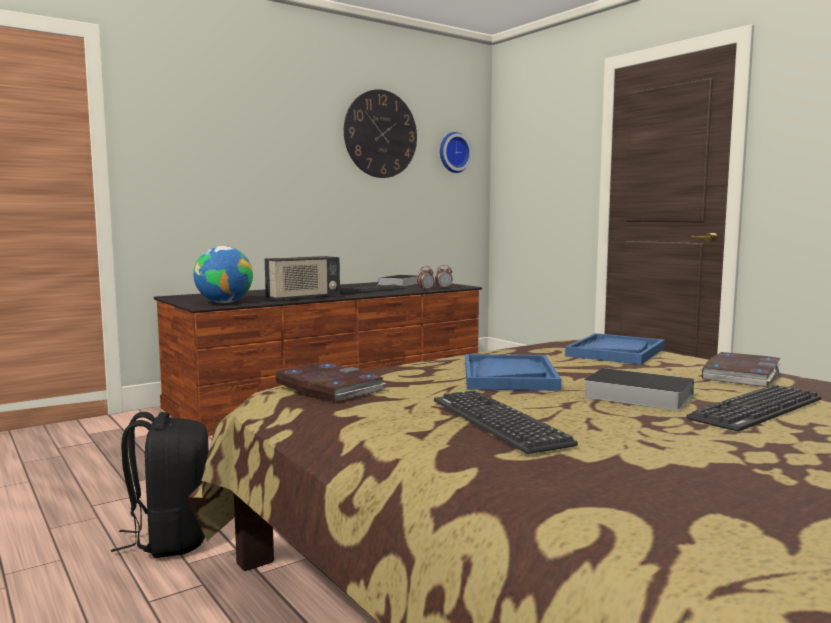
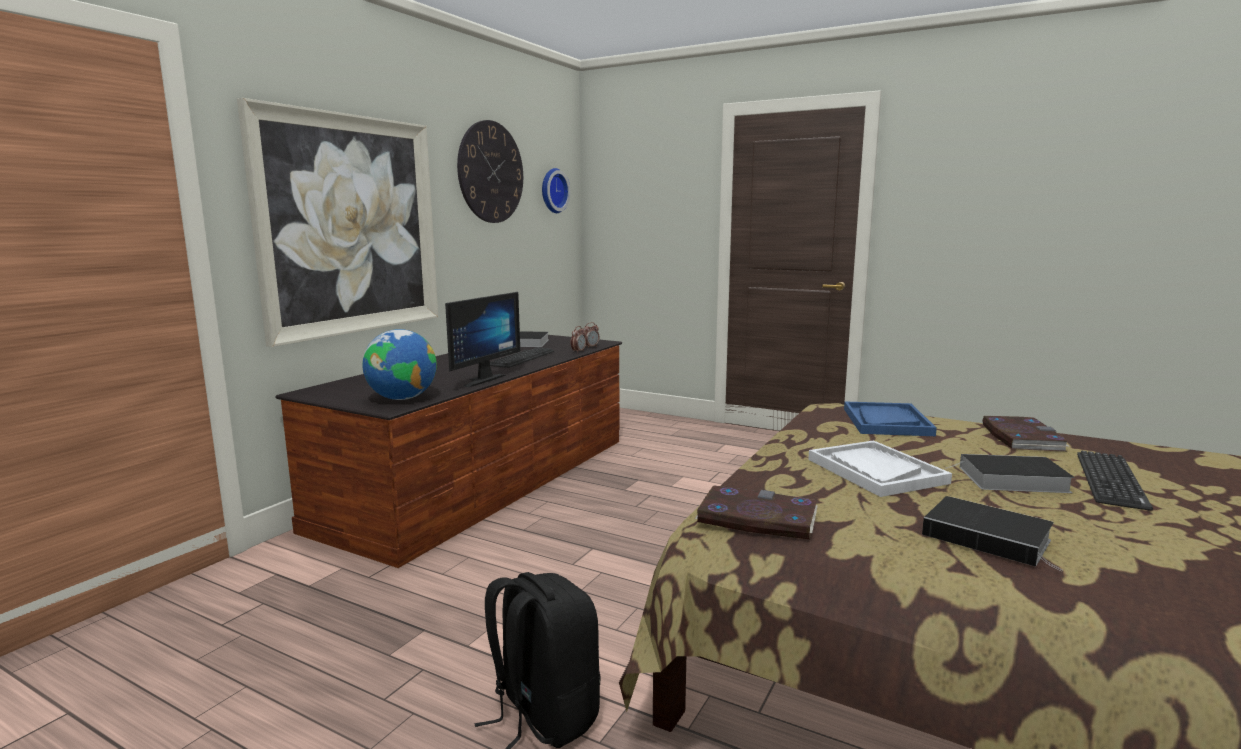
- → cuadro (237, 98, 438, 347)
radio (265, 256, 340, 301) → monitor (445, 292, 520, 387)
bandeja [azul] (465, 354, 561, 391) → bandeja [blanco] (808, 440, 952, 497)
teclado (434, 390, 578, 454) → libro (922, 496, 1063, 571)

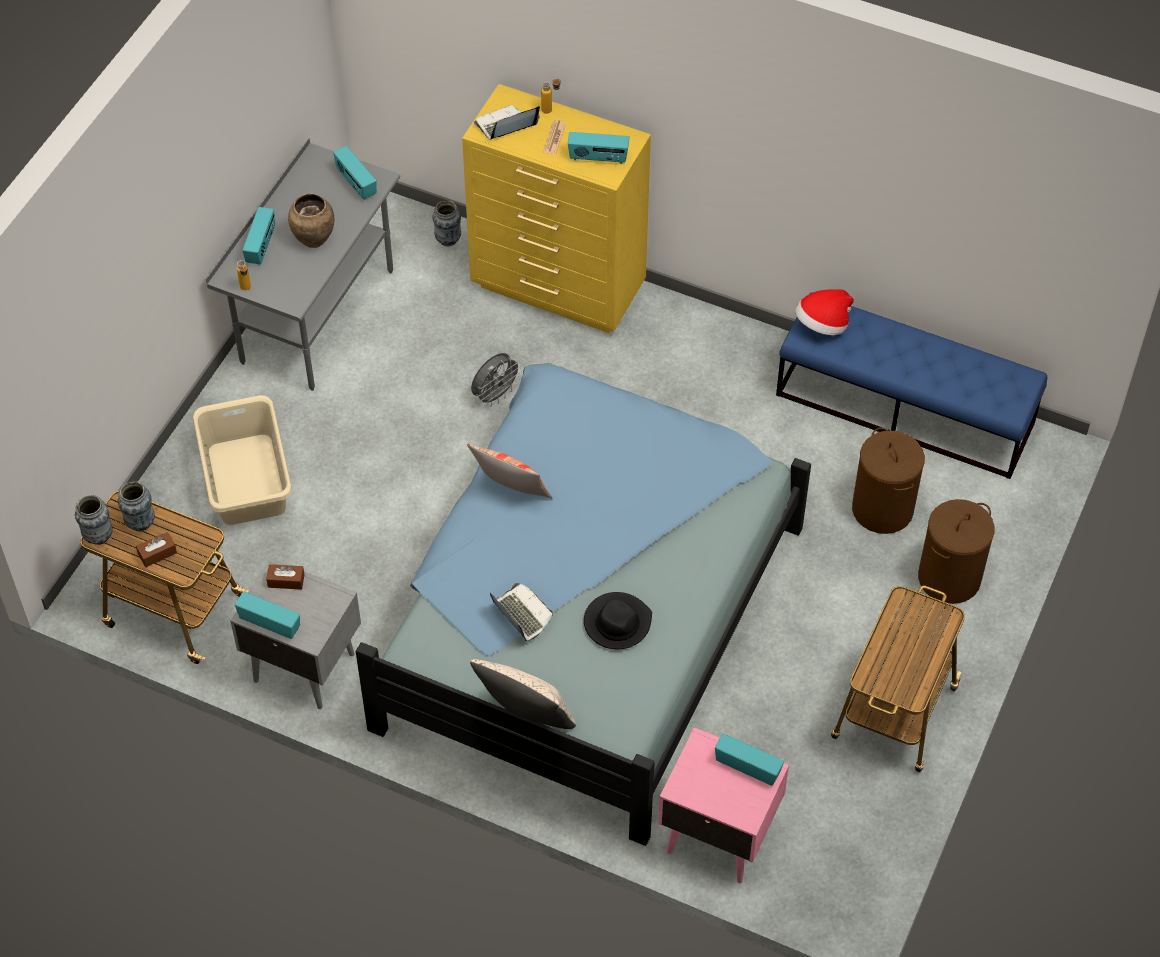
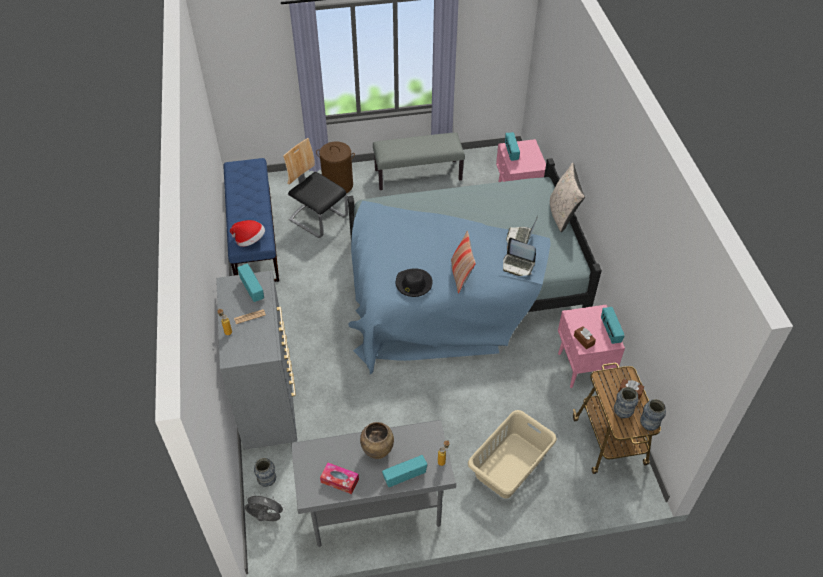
cómoda [amarillo] (462, 84, 651, 333) → cómoda [gris] (216, 271, 297, 450)
ventilador [gris] (471, 353, 522, 406) → ventilador [gris] (245, 493, 286, 521), relocated
cesto de la ropa [marrón] (852, 427, 925, 534) → silla (283, 138, 348, 238)
- → caja de pañuelos (320, 463, 359, 494)
carrito (831, 585, 965, 772) → banco [gris] (373, 132, 465, 190)
sombrero [negro] (584, 592, 652, 649) → sombrero [negro] (396, 268, 433, 297), relocated
portátil (474, 105, 540, 140) → portátil (503, 238, 536, 276), relocated
mesita de noche [gris] (230, 559, 361, 709) → mesita de noche [rosa] (558, 305, 625, 388)
radio (333, 146, 377, 200) → -

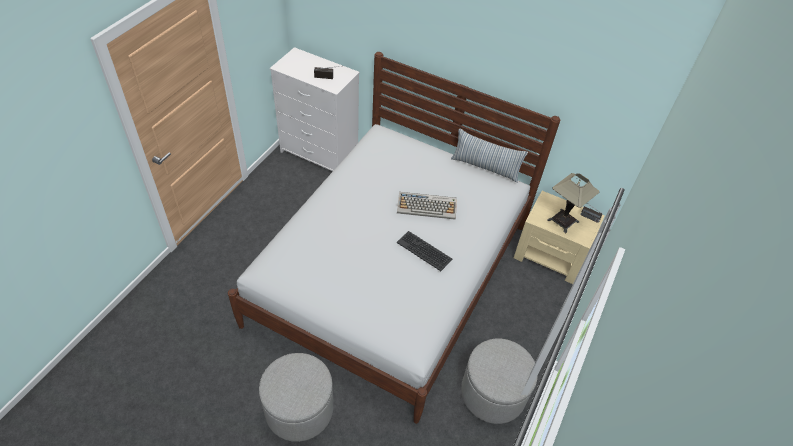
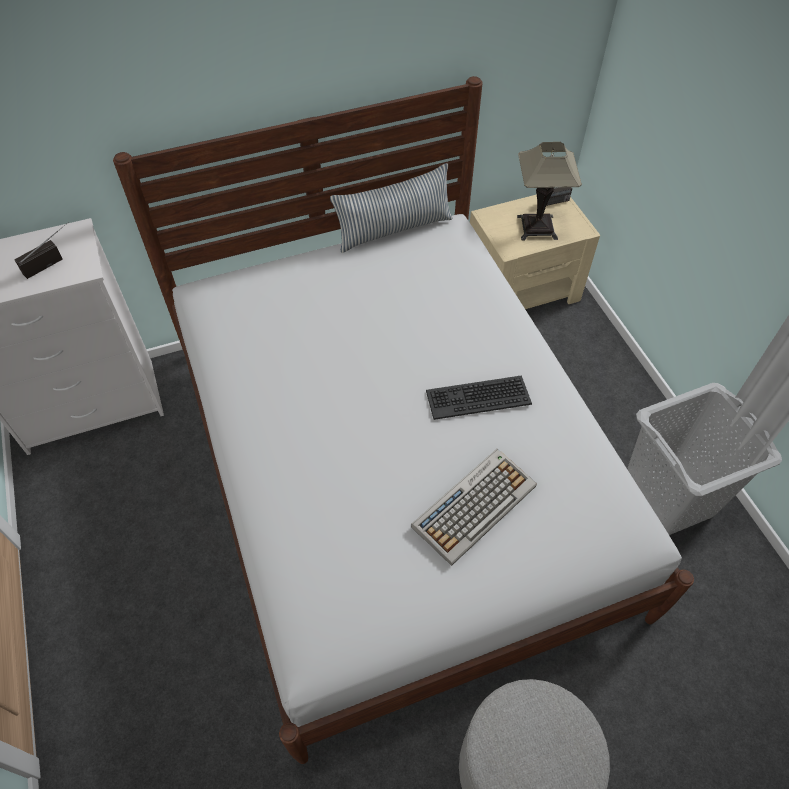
teclado (397, 192, 457, 220) → teclado (411, 449, 537, 566), relocated
puf [gris] (461, 339, 538, 424) → cesto de la ropa [gris] (627, 383, 782, 535)

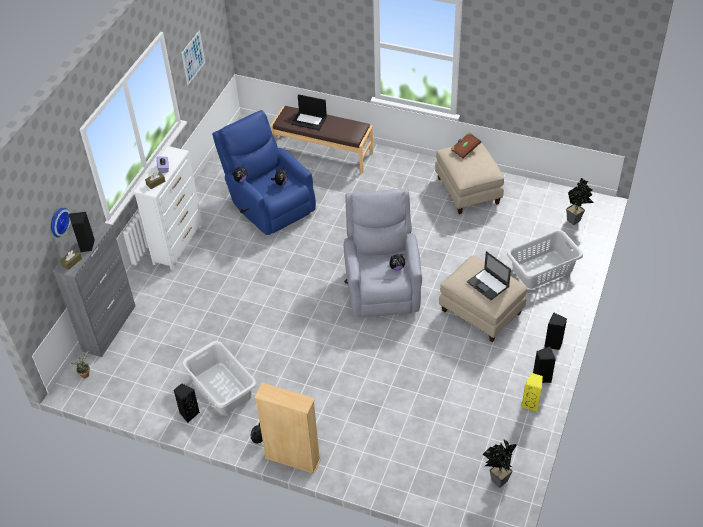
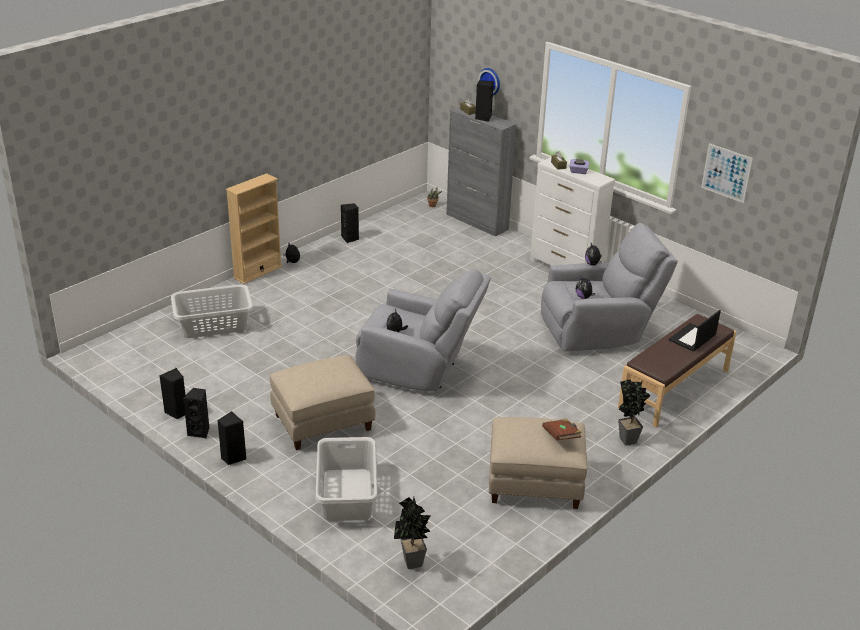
altavoz [amarillo] (521, 373, 543, 412) → altavoz [negro] (159, 368, 186, 419)
cesto de la ropa [gris] (182, 341, 257, 415) → cesto de la ropa [gris] (171, 285, 254, 338), relocated
sillón [azul] (212, 110, 316, 235) → sillón [gris] (541, 223, 678, 352)
planta en maceta (482, 439, 517, 488) → planta en maceta (618, 379, 651, 446), relocated
portátil (467, 251, 511, 300) → -

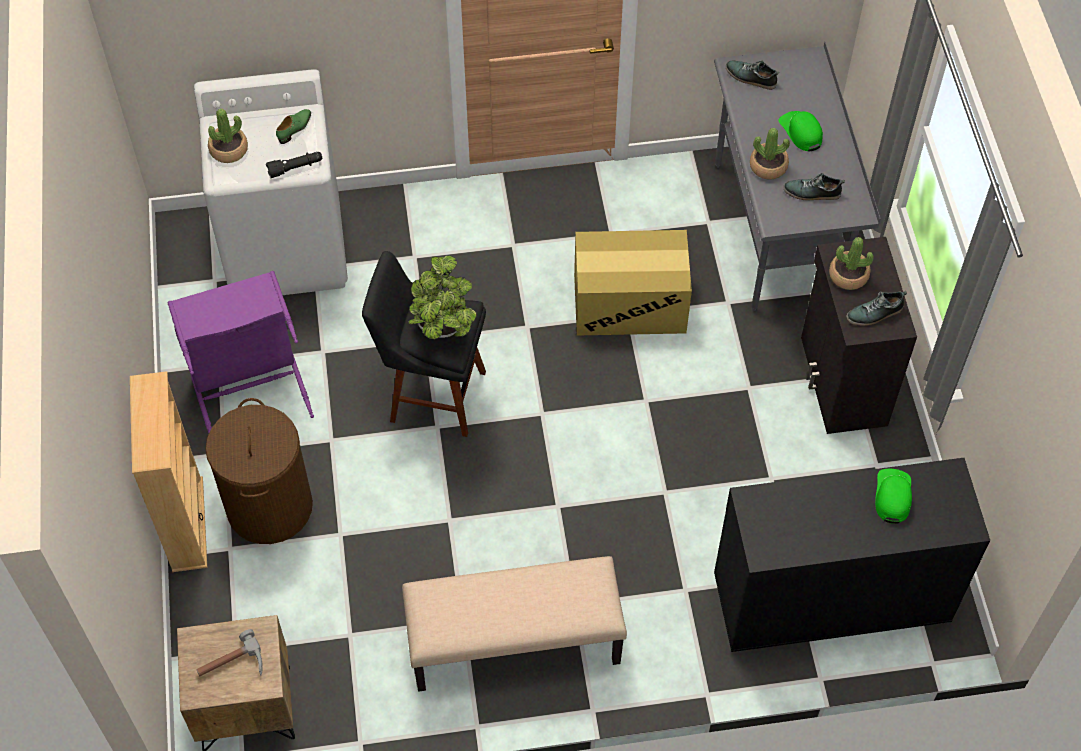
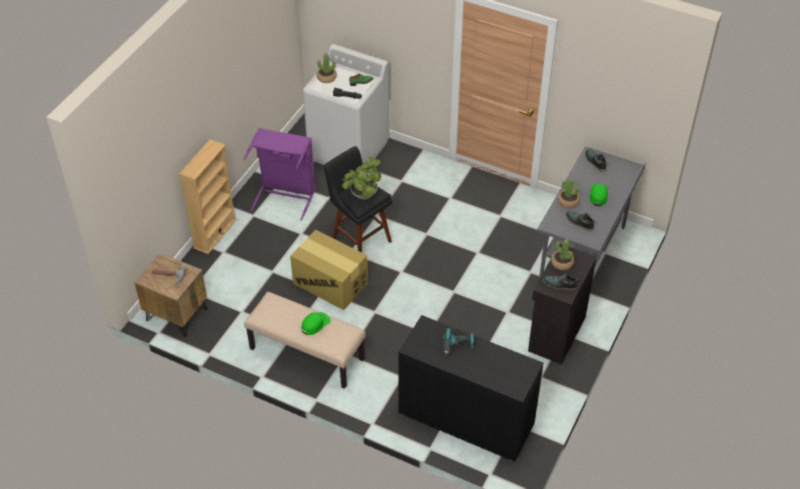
caja de cartón (574, 230, 692, 336) → caja de cartón (290, 230, 368, 310), relocated
gorra [verde] (875, 469, 912, 524) → gorra [verde] (302, 312, 331, 335), relocated
- → taladro (443, 328, 474, 355)
cesto de la ropa [marrón] (205, 398, 313, 544) → -

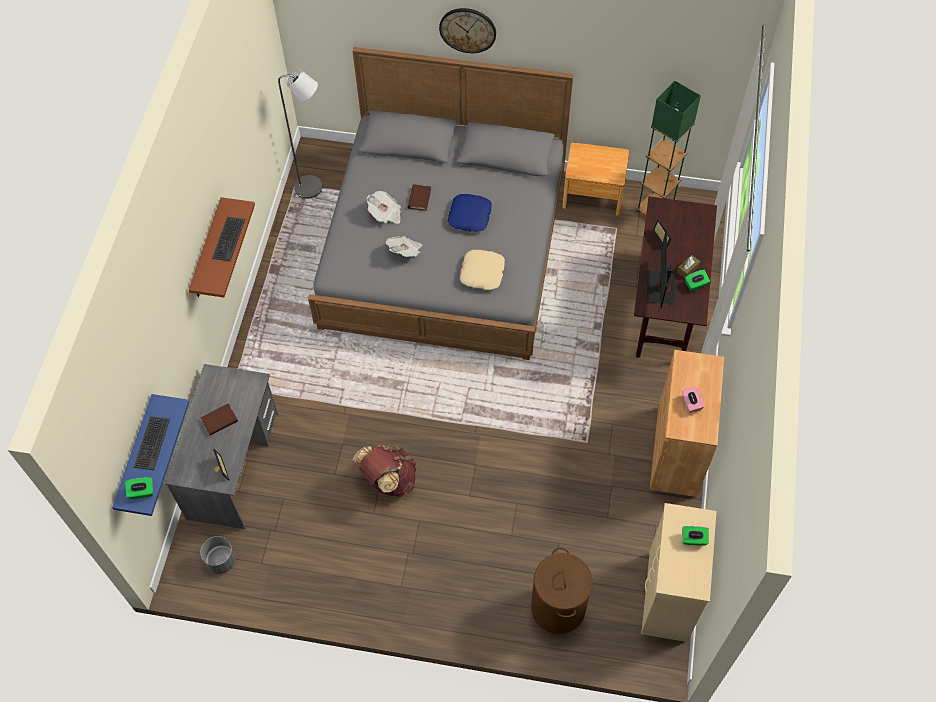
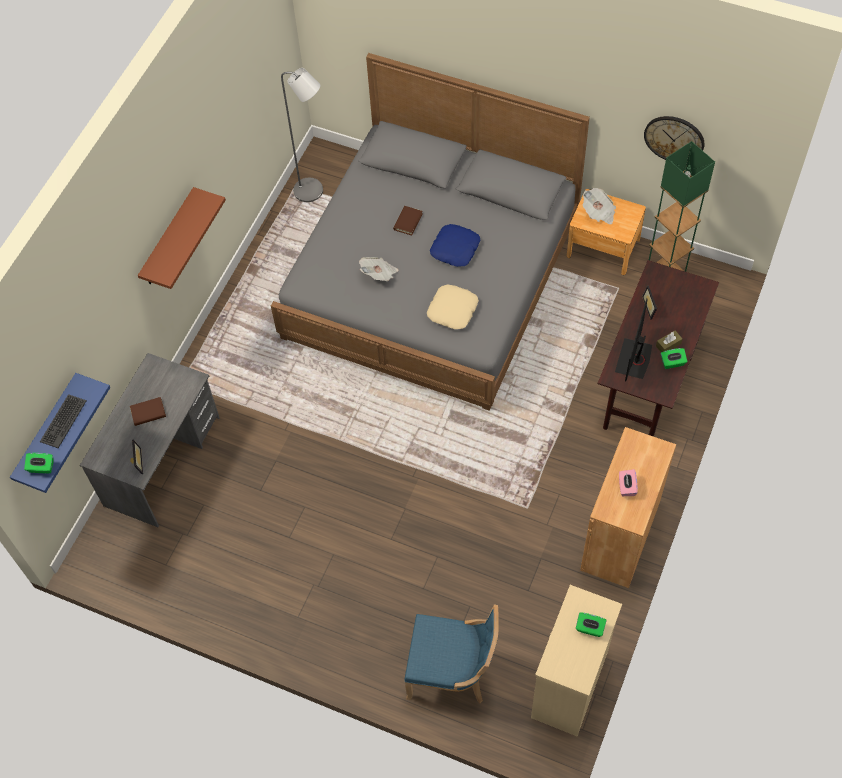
cesto de la ropa [marrón] (531, 548, 593, 634) → silla [azul] (404, 604, 499, 703)
periódico (367, 191, 401, 224) → periódico (583, 188, 616, 224), relocated
reloj de pared (439, 8, 496, 53) → reloj de pared (644, 116, 705, 160), relocated
maceta [gris] (200, 536, 236, 574) → -
teclado (212, 217, 245, 261) → -
mochila [marrón] (353, 446, 416, 497) → -

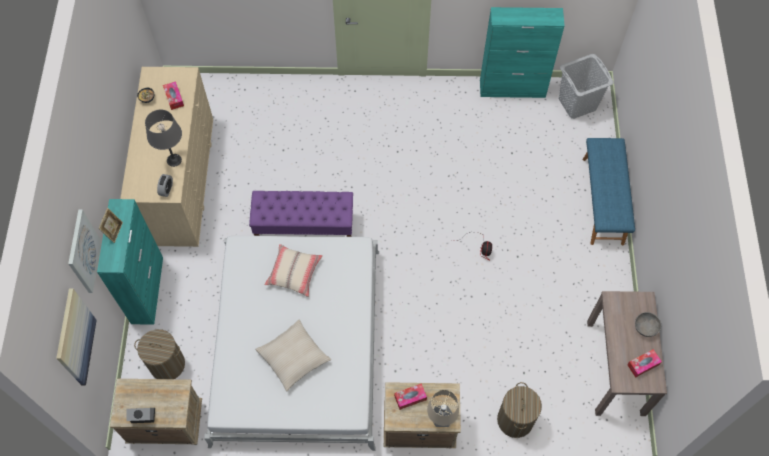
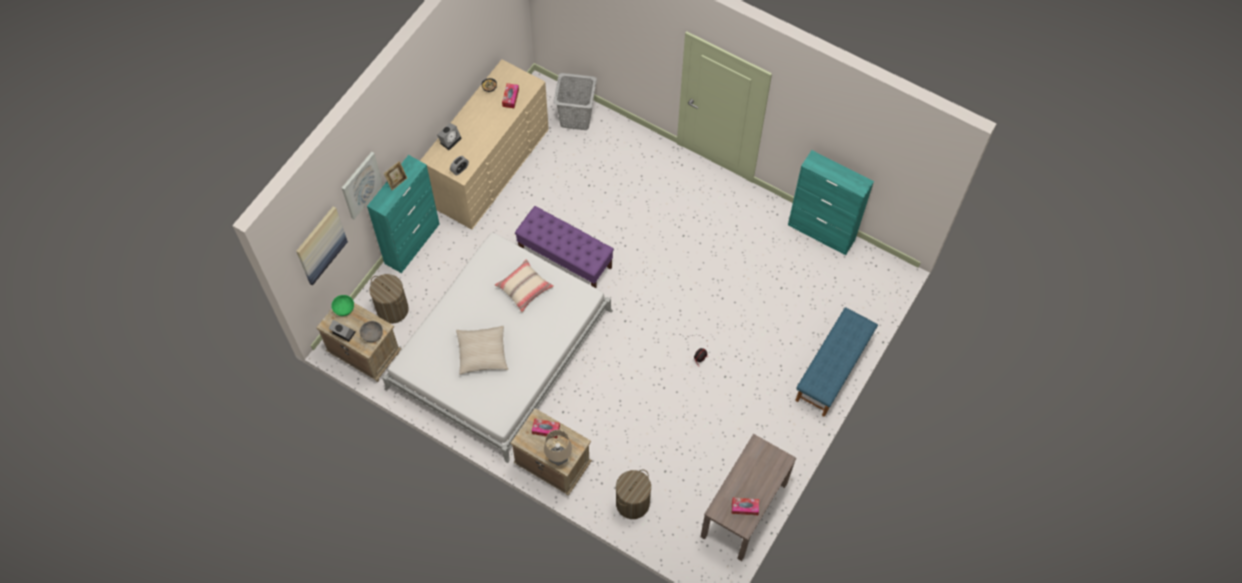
- → cuenco [verde] (331, 295, 354, 316)
cuenco [gris] (635, 312, 661, 337) → cuenco [gris] (359, 321, 383, 342), relocated
- → despertador (437, 123, 462, 150)
cesto de la ropa [gris] (559, 54, 614, 119) → cesto de la ropa [gris] (553, 73, 597, 130), relocated
lámpara de mesa [gris] (145, 109, 182, 167) → -

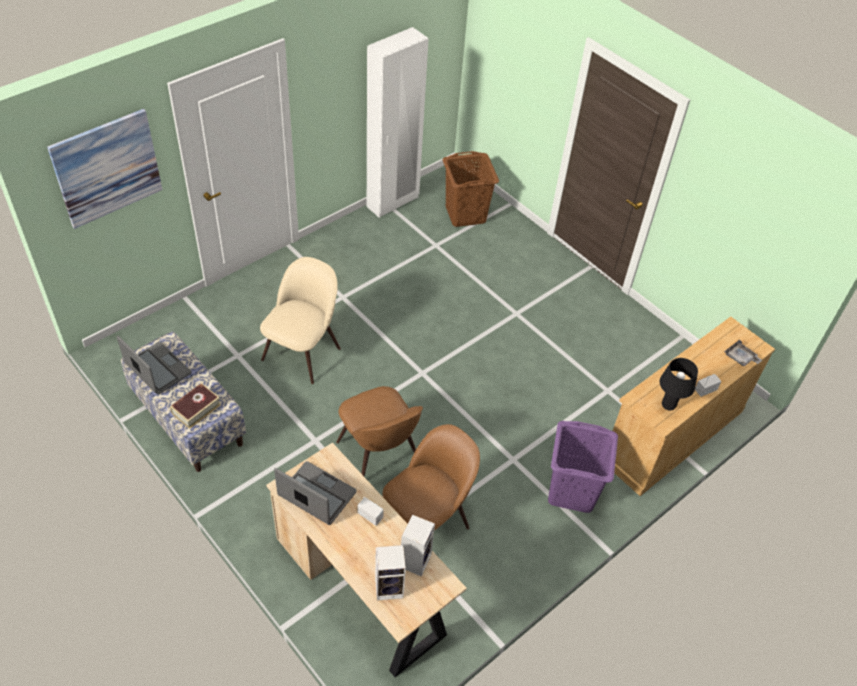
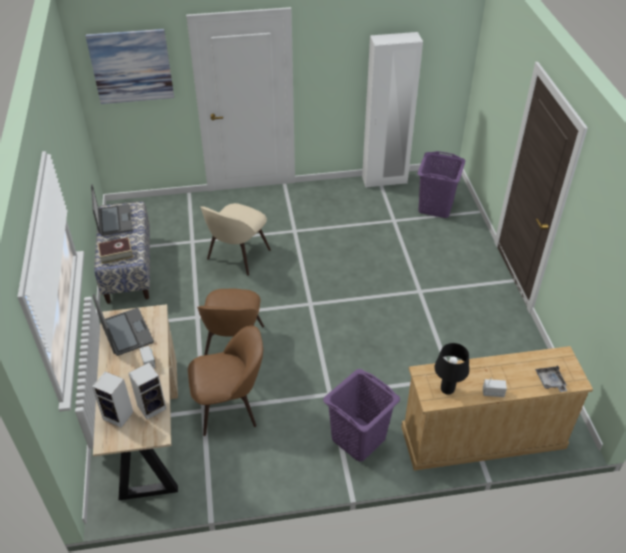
silla [beis] (260, 257, 341, 384) → silla [beis] (200, 203, 271, 276), 150 degrees clockwise
cesto de la ropa [marrón] (443, 151, 499, 227) → cesto de la ropa [morado] (417, 151, 466, 218)

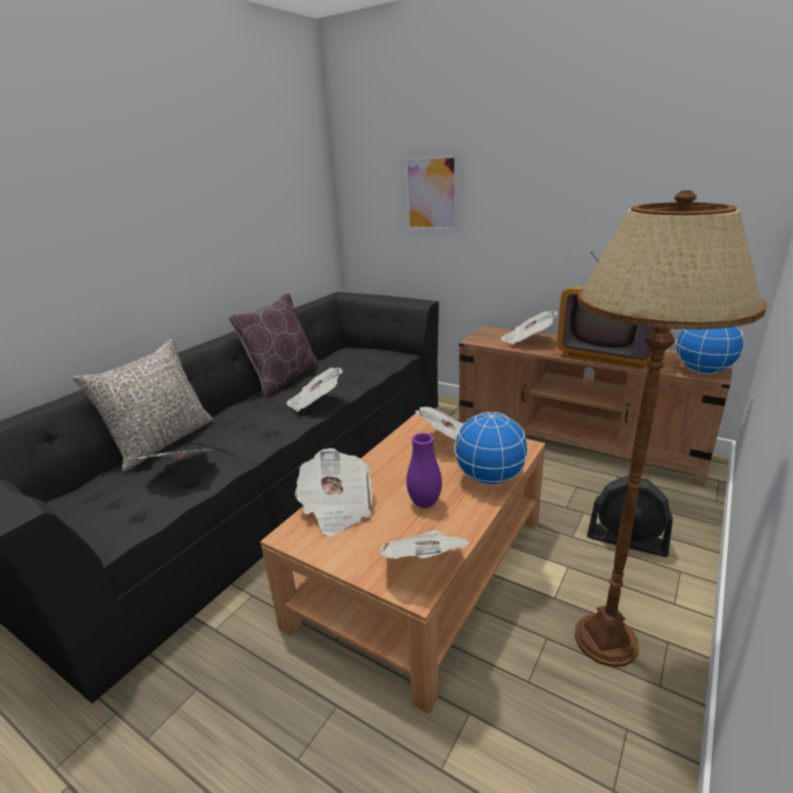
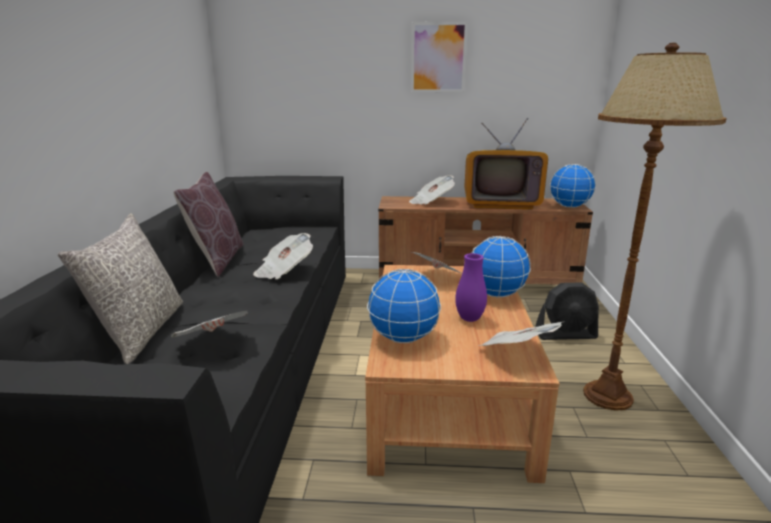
periódico (295, 448, 372, 536) → globo terráqueo (367, 269, 441, 343)
cuadro (405, 154, 458, 231) → cuadro (411, 22, 468, 93), relocated

